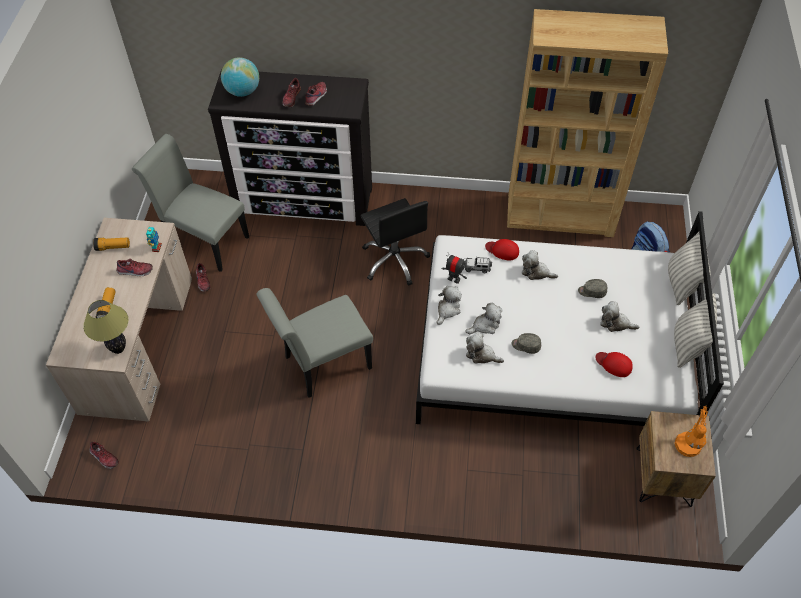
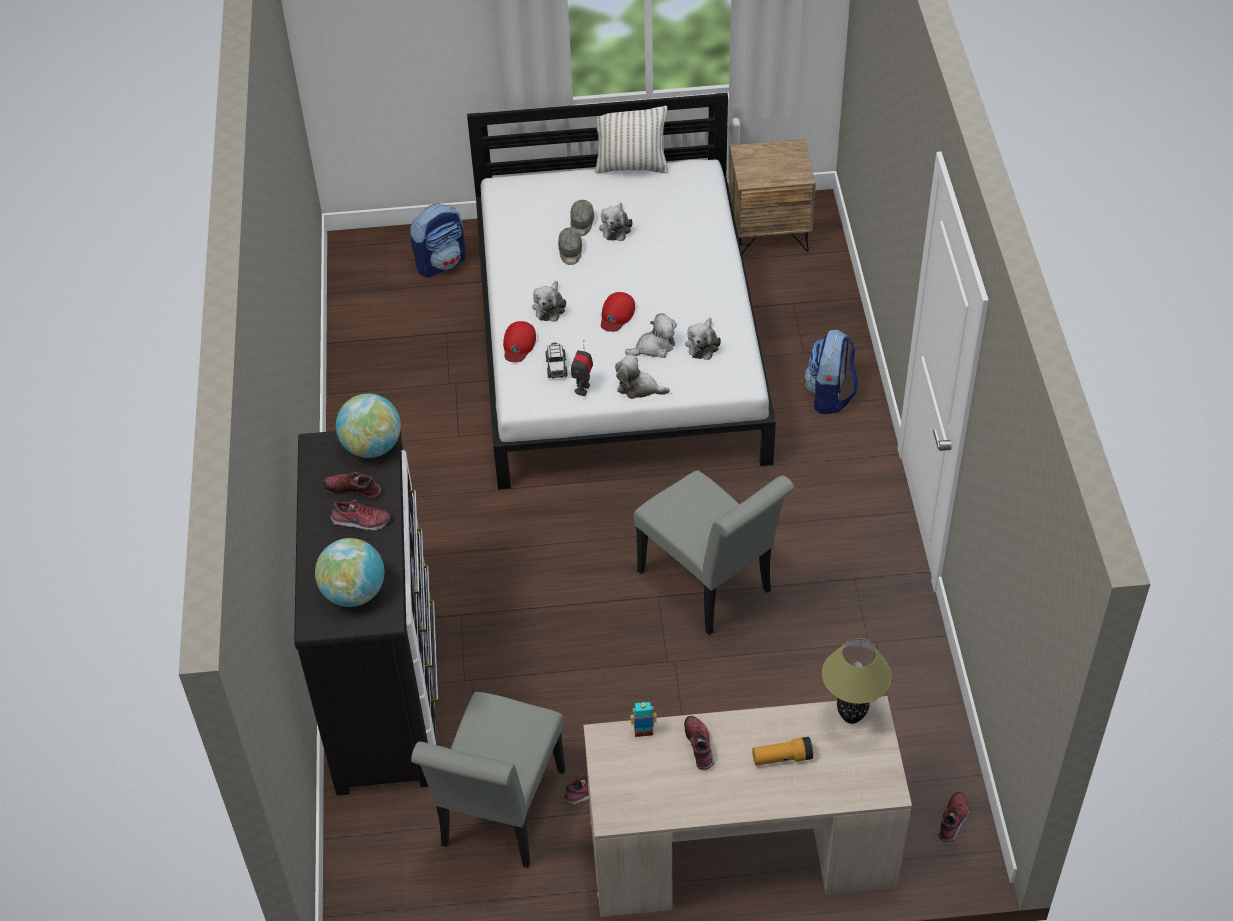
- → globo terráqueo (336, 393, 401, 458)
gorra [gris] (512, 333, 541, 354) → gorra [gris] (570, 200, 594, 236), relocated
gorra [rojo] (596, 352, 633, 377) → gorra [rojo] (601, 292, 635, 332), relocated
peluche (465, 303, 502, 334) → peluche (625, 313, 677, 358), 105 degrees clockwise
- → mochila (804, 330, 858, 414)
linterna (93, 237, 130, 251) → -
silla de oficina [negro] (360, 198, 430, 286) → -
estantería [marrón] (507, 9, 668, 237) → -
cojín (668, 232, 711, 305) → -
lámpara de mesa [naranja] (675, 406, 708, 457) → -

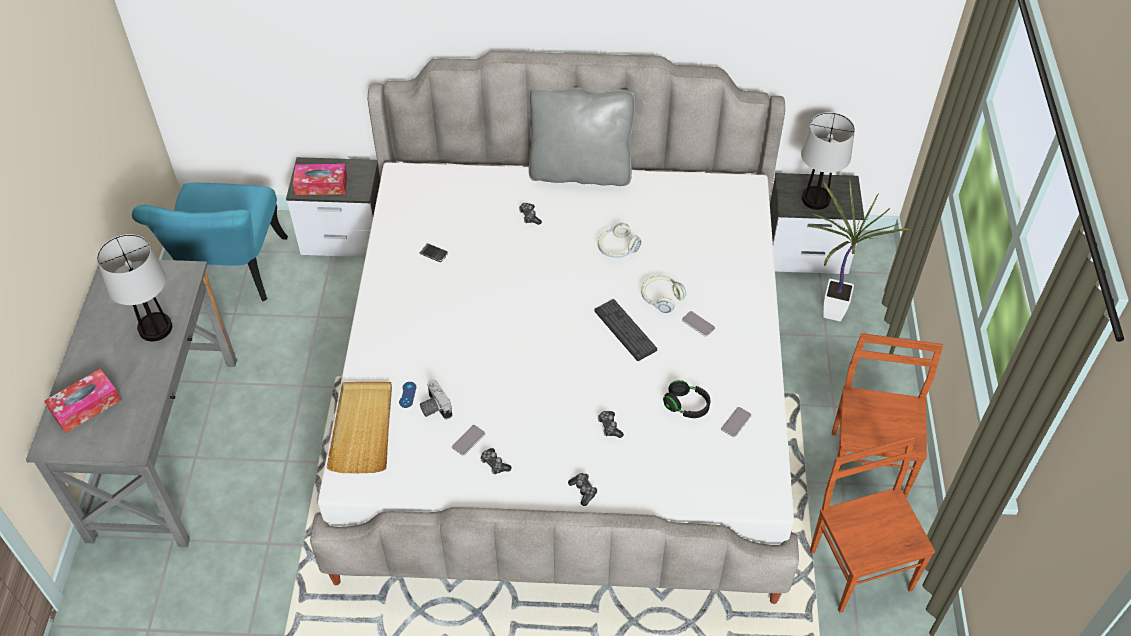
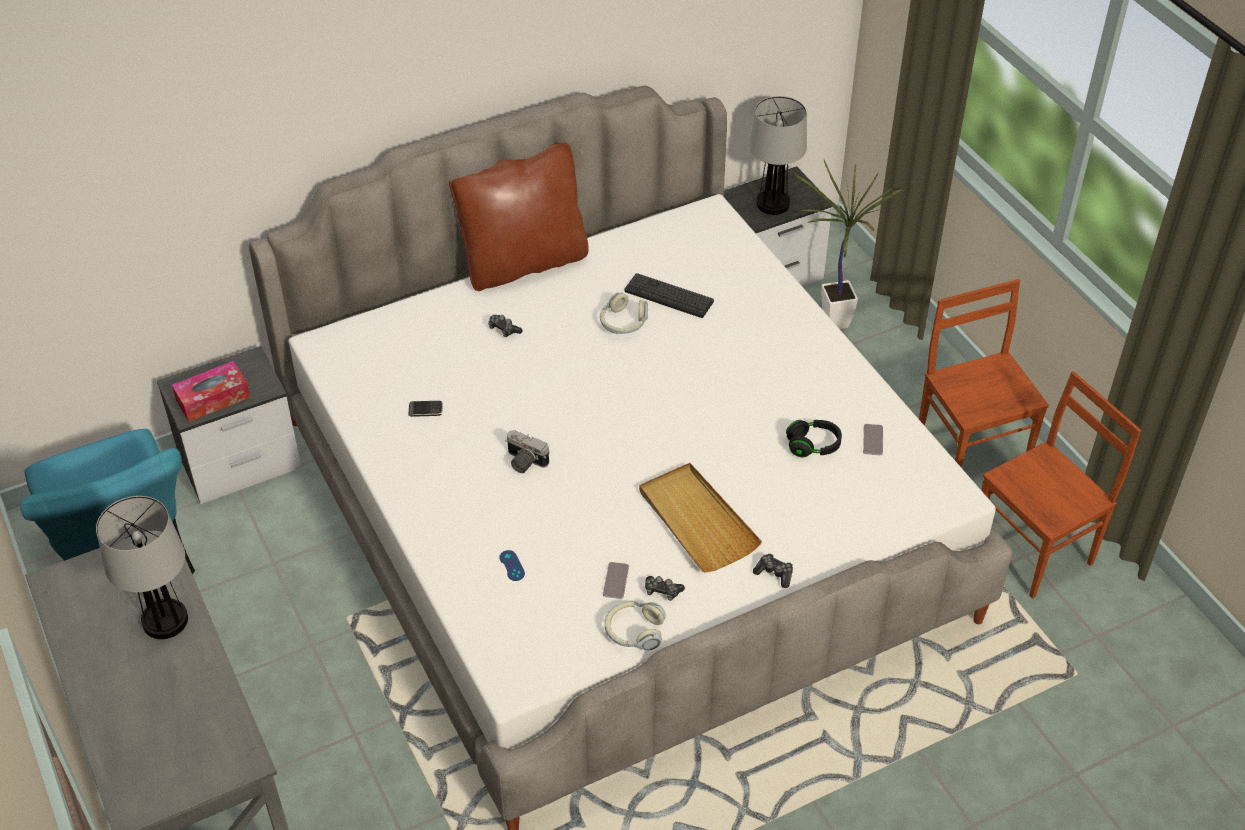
cojín [gris] (529, 87, 636, 186) → cojín [marrón] (449, 143, 589, 291)
cámara (420, 379, 452, 419) → cámara (505, 430, 550, 473), relocated
auriculares (641, 276, 687, 313) → auriculares (605, 601, 666, 651), relocated
teclado (594, 299, 657, 361) → teclado (625, 273, 714, 318), relocated
bandeja [beis] (327, 382, 392, 473) → bandeja [beis] (639, 463, 762, 573), relocated
silla [marrón] (810, 436, 936, 613) → silla [marrón] (981, 371, 1141, 599), 105 degrees clockwise
caja de pañuelos (44, 369, 121, 433) → -
mando de consola (598, 411, 624, 438) → -
móvil (682, 311, 715, 337) → -

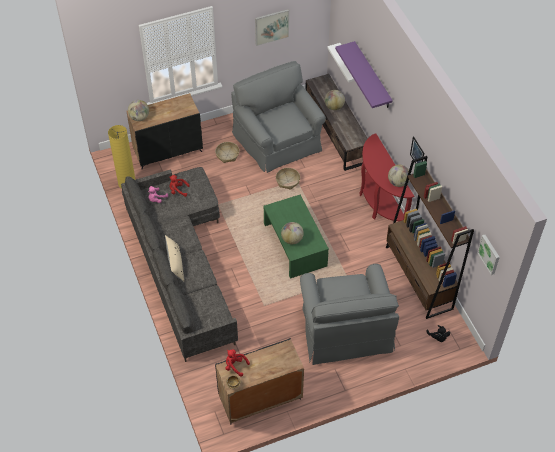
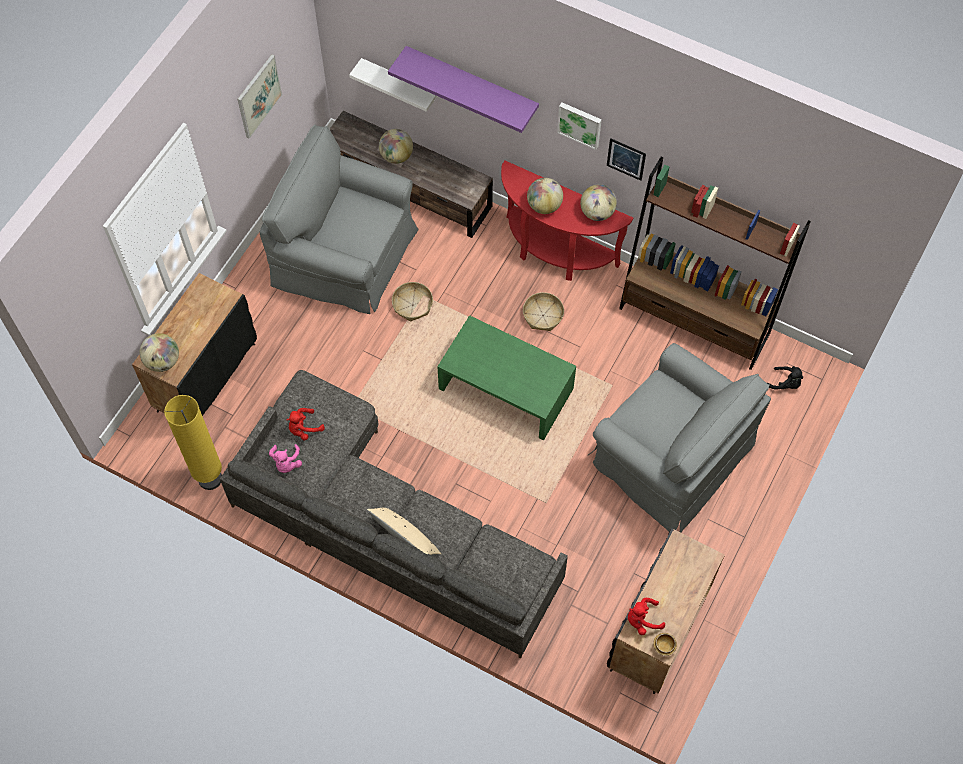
cesta (215, 142, 239, 163) → cesta (523, 292, 564, 331), relocated
globo terráqueo (281, 222, 304, 244) → globo terráqueo (527, 178, 563, 214), relocated
cuadro (477, 235, 500, 275) → cuadro (557, 102, 602, 150), relocated

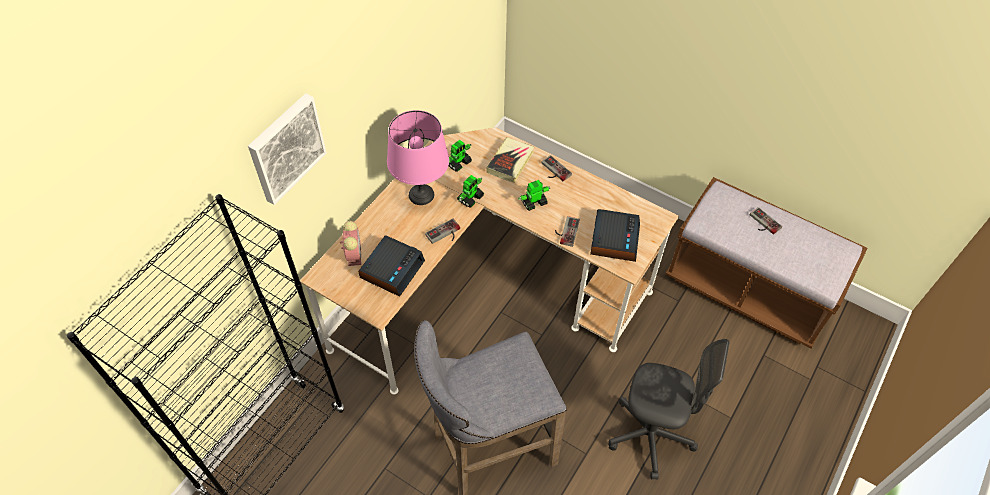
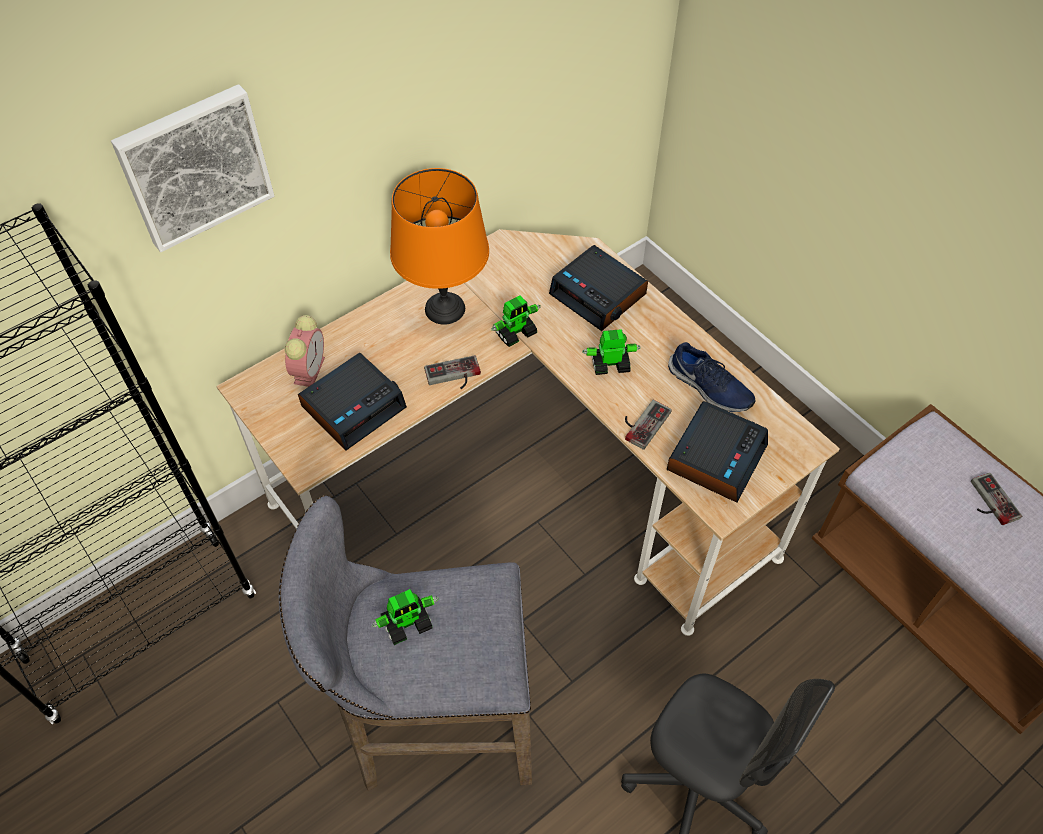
robot de juguete (449, 140, 472, 172) → robot de juguete (372, 589, 439, 645), relocated
lámpara de mesa [rosa] (387, 110, 449, 205) → lámpara de mesa [naranja] (390, 168, 489, 325)
libro (487, 137, 534, 183) → despertador (549, 245, 648, 331)
- → zapato [azul] (668, 342, 756, 412)
mando de consola (541, 155, 572, 181) → -

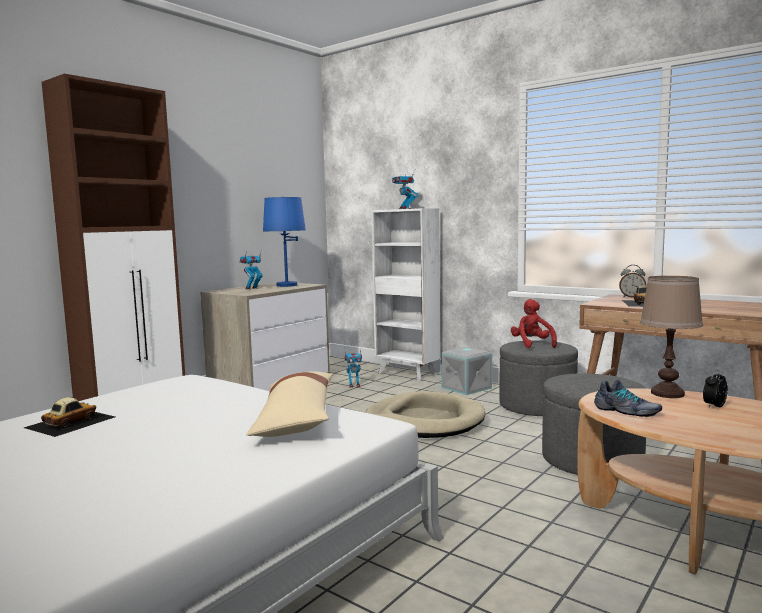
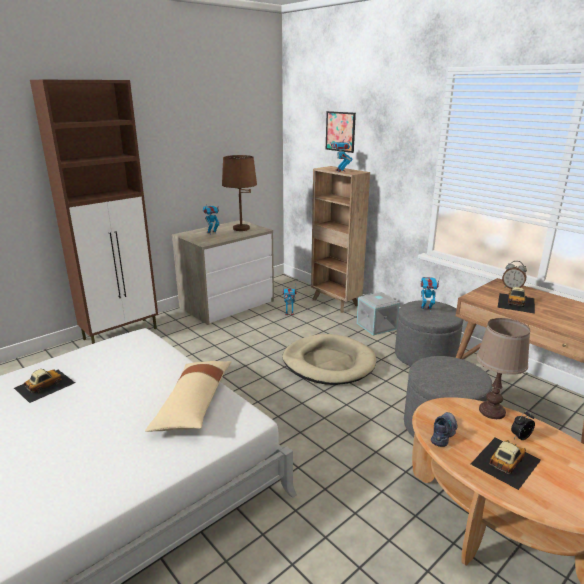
lámpara de mesa [azul] (263, 197, 306, 287) → lámpara de mesa [marrón] (222, 155, 257, 231)
estantería [blanco] (371, 208, 441, 381) → estantería [marrón] (311, 166, 370, 313)
- → cuadro (326, 111, 356, 153)
peluche [rojo] (511, 299, 557, 348) → robot de juguete (420, 277, 440, 312)
zapato (594, 379, 662, 417) → zapato (431, 412, 458, 447), 105 degrees counterclockwise
- → coche de juguete (471, 438, 541, 490)

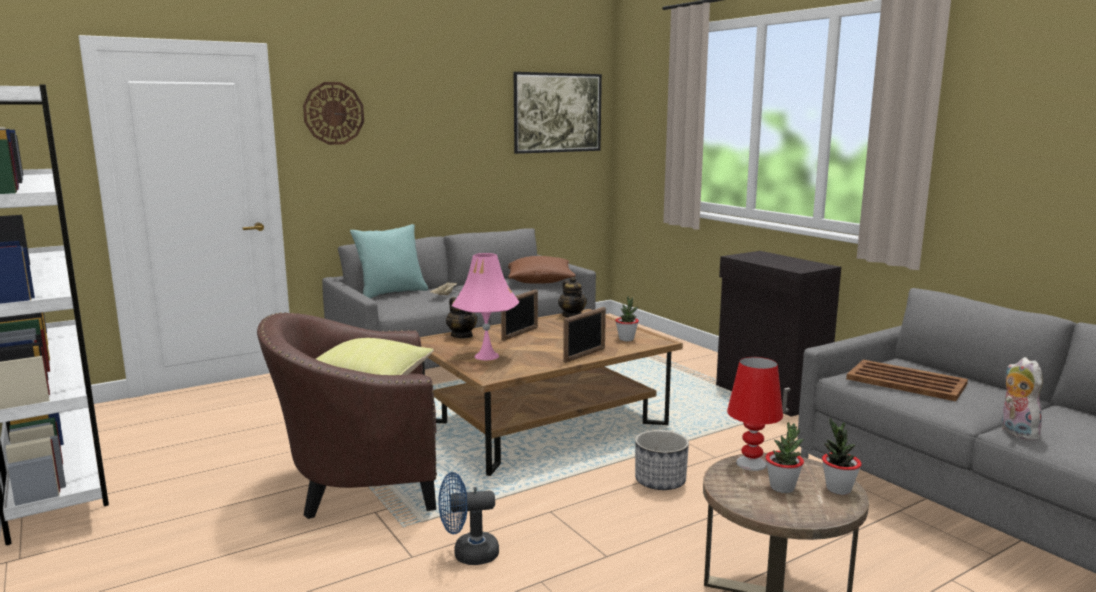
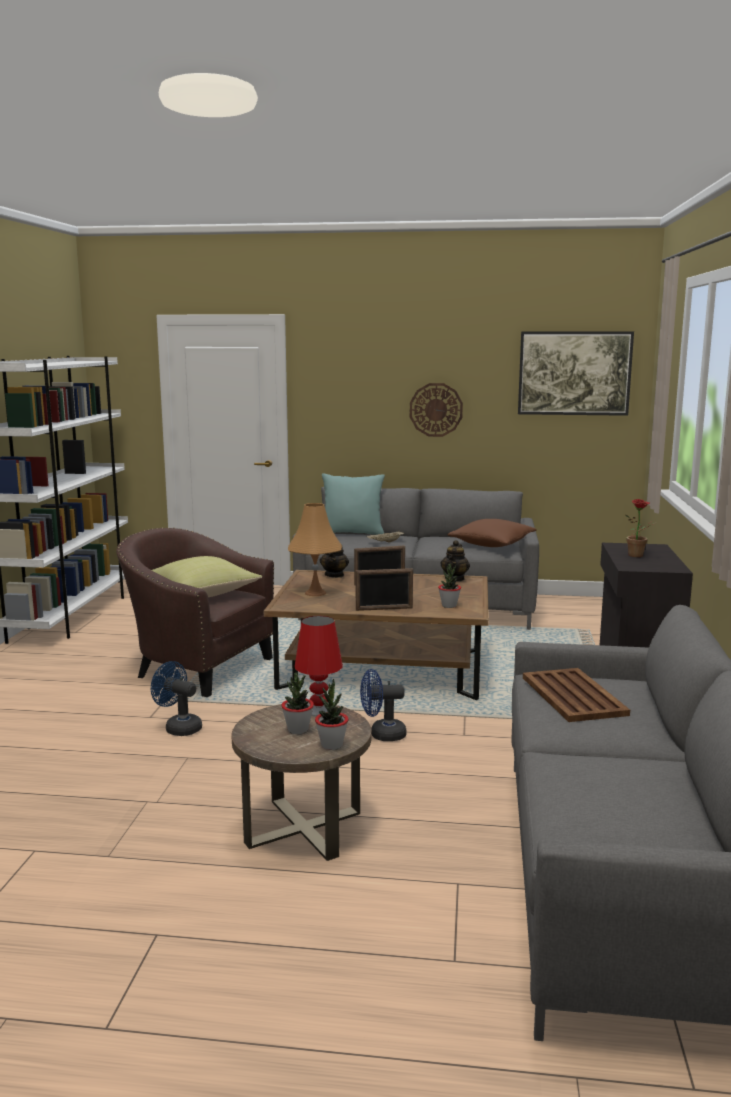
lámpara de mesa [rosa] (452, 253, 519, 360) → lámpara de mesa [naranja] (288, 503, 342, 596)
maceta (635, 430, 689, 490) → ventilador [azul] (360, 669, 406, 741)
reloj de pared (303, 82, 364, 145) → reloj de pared (410, 383, 463, 437), relocated
- → planta en maceta (625, 499, 657, 557)
peluche (1002, 357, 1043, 441) → -

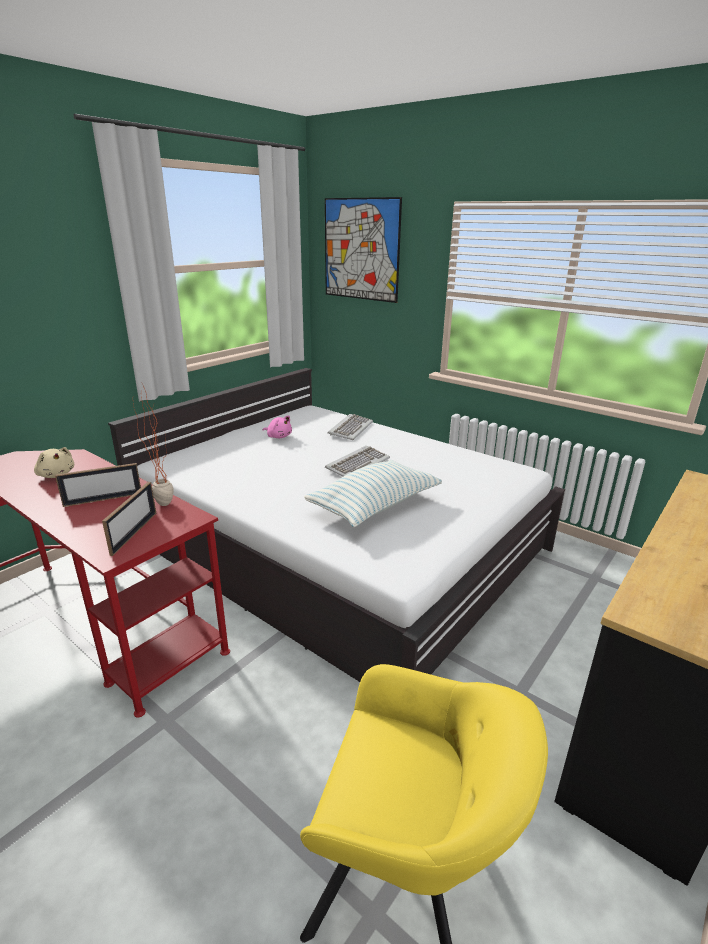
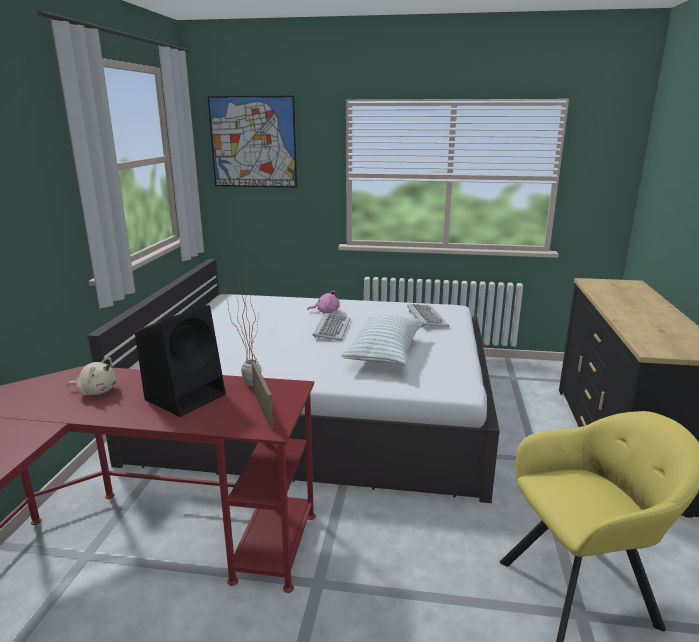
portarretratos (55, 463, 141, 507) → altavoz [negro] (135, 305, 226, 417)
peluche [rosa] (263, 416, 292, 438) → peluche [rosa] (307, 290, 340, 313), relocated
teclado (328, 414, 373, 440) → teclado (407, 304, 449, 327), relocated

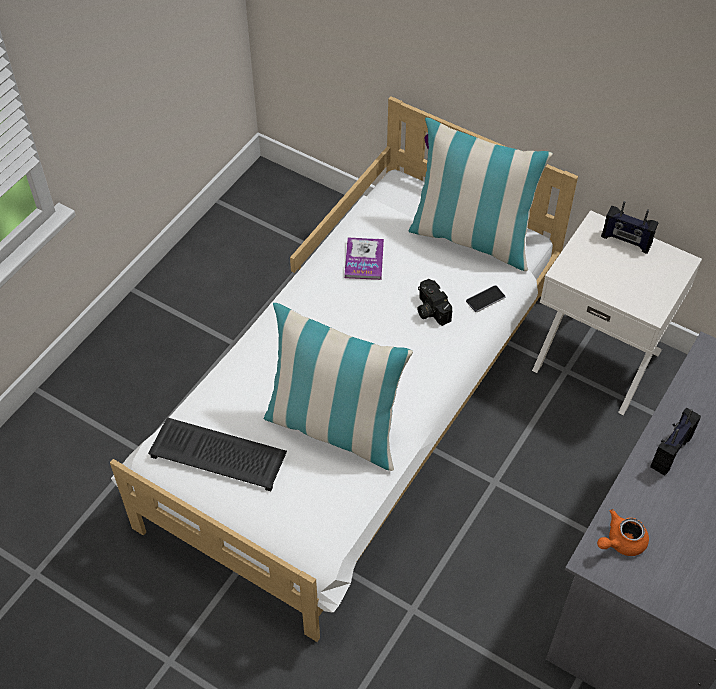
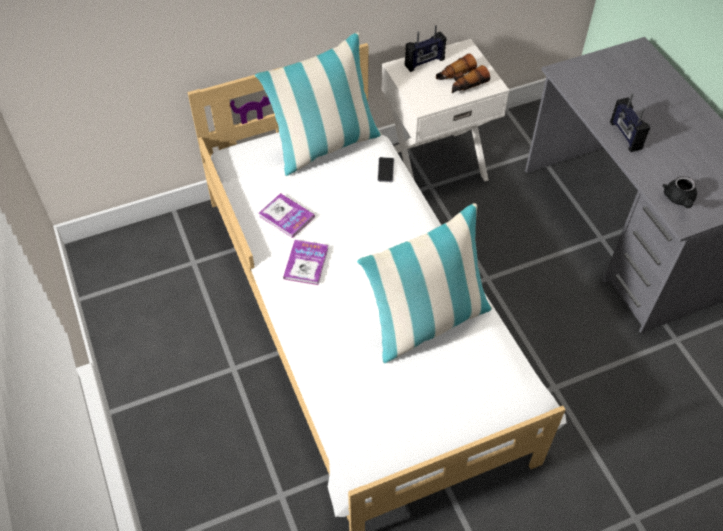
- → libro (283, 240, 328, 285)
- → prismáticos (436, 54, 490, 93)
tetera [naranja] (597, 509, 649, 556) → tetera [negro] (662, 176, 697, 208)
teclado (148, 417, 287, 491) → -
cámara (417, 279, 452, 326) → -

